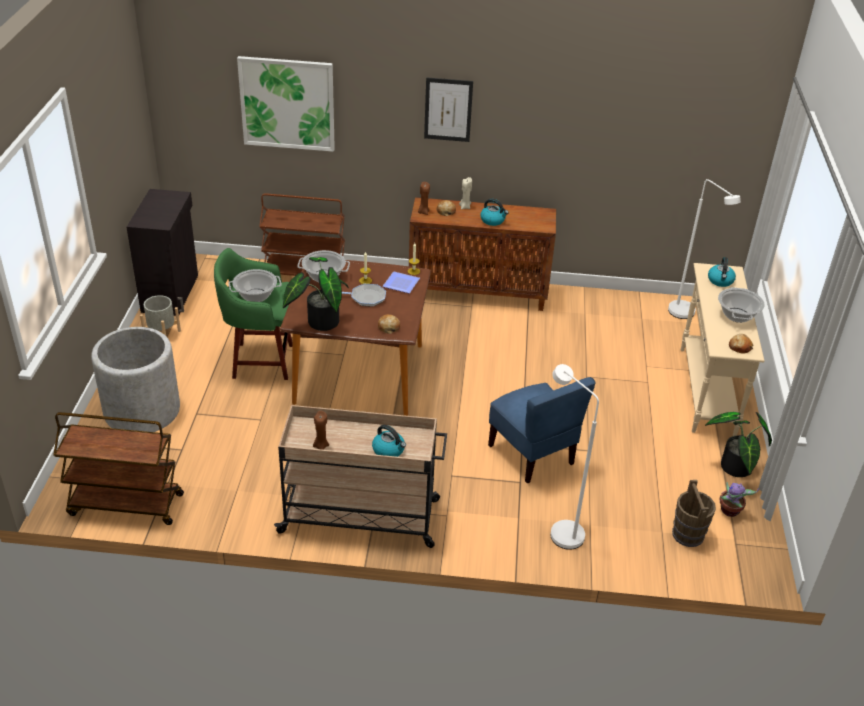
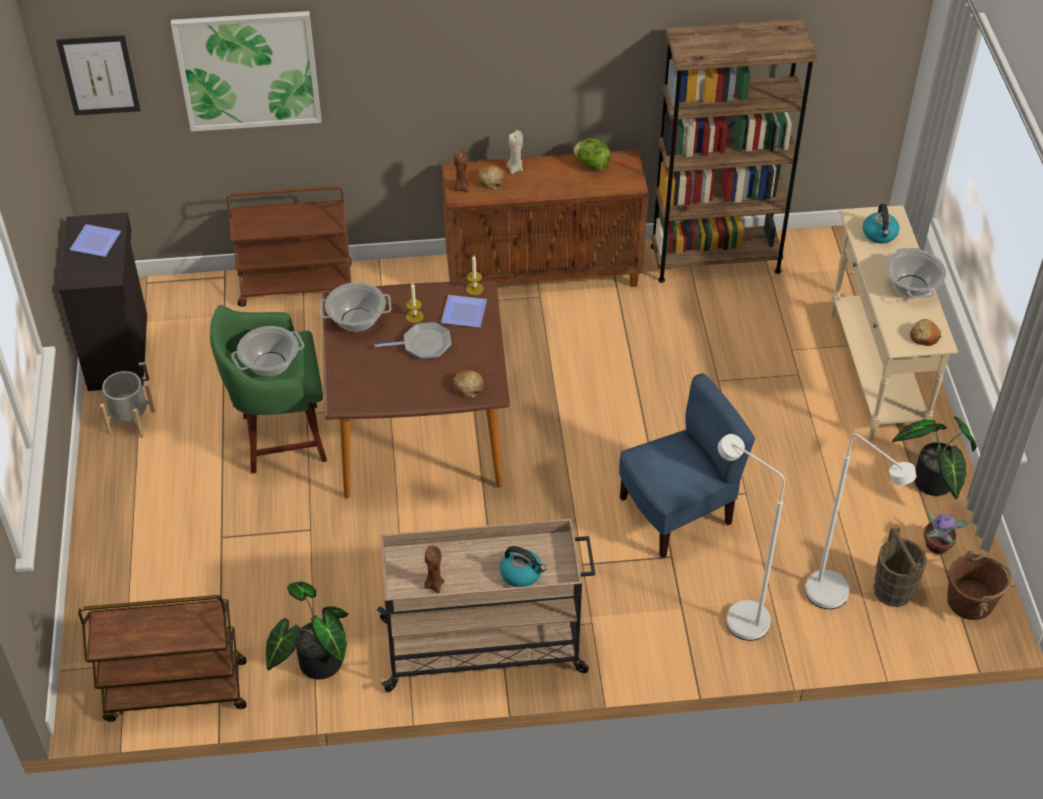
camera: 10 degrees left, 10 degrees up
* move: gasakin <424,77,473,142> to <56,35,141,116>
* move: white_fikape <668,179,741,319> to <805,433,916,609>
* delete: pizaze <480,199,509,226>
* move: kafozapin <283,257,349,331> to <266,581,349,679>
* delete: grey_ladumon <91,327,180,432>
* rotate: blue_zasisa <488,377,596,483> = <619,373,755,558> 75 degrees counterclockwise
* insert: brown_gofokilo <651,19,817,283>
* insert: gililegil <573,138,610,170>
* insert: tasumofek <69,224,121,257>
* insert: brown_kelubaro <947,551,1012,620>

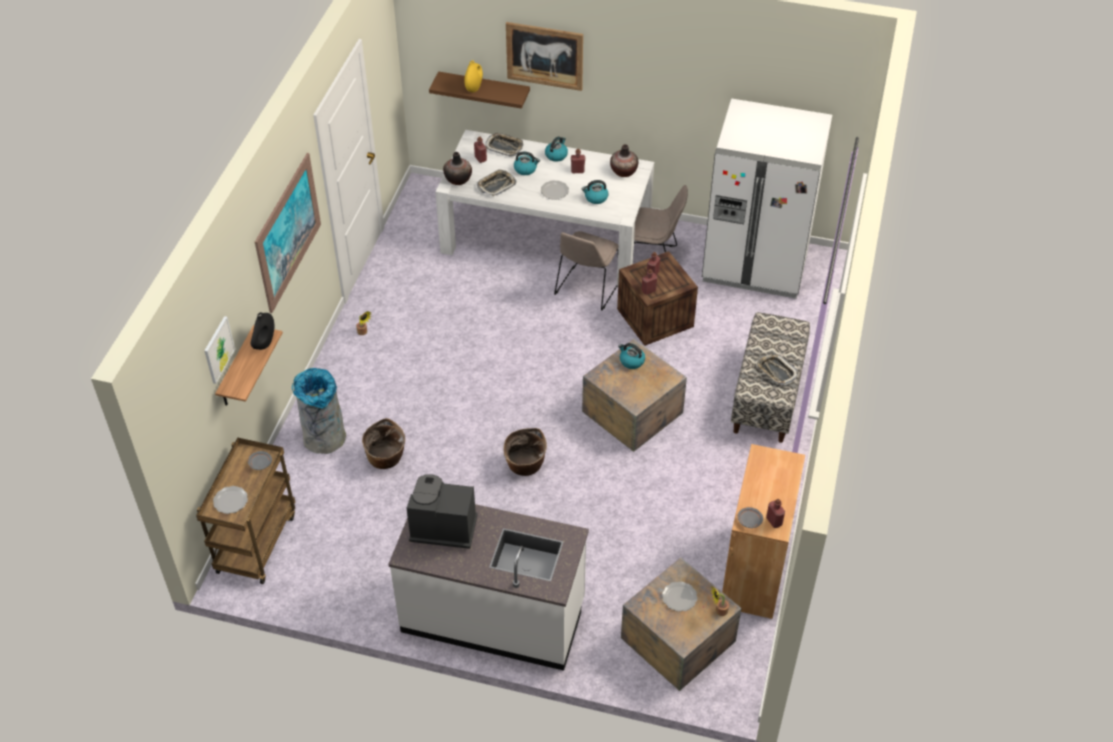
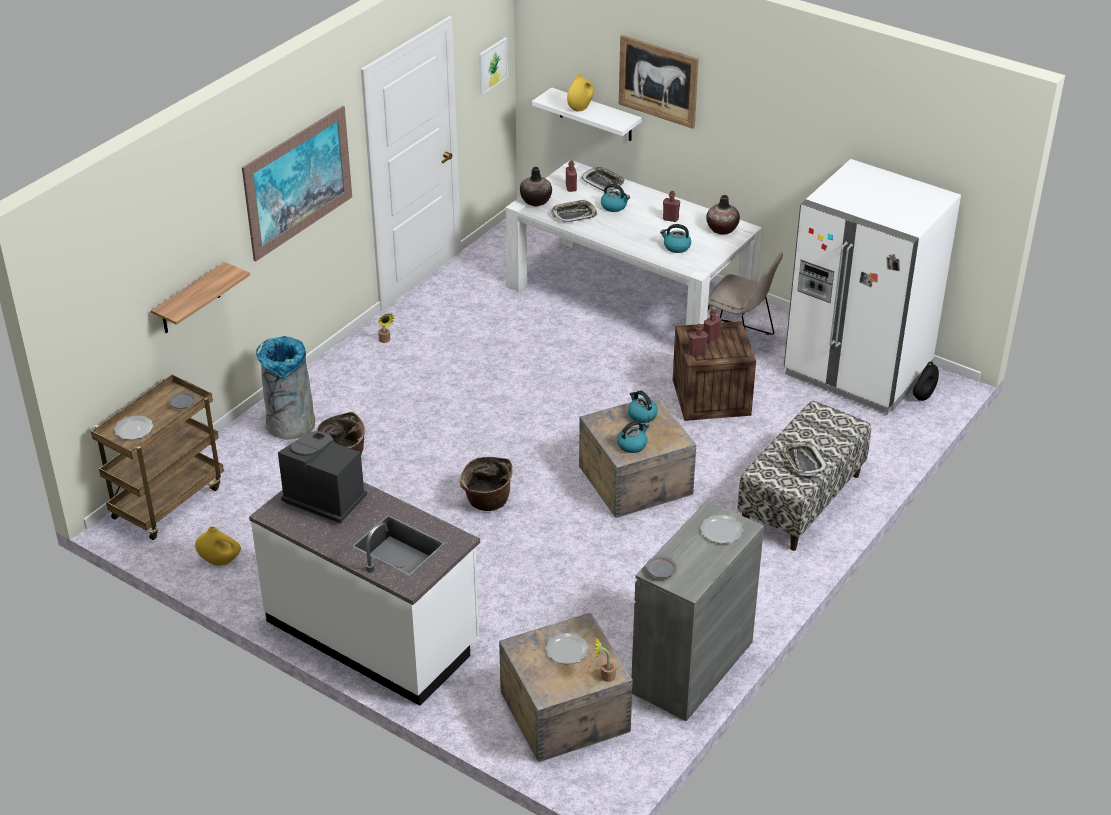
camera: 20 degrees right, 10 degrees down
* recolor: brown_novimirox <429,71,530,109> to white_novimirox <532,88,642,141>
* move: pizaze <545,137,568,162> to <617,421,649,453>
* move: tasumofek <541,181,569,199> to <700,515,743,544>
* delete: beige_zasisa <554,231,619,310>
* move: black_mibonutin <251,312,274,350> to <913,362,939,401>
* move: gasakin <204,316,235,384> to <479,38,508,94>
* recolor: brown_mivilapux <722,444,805,619> to grey_mivilapux <631,501,764,721>
* delete: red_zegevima <766,499,785,528>
* insert: yellow_mibonutin <195,527,241,566>

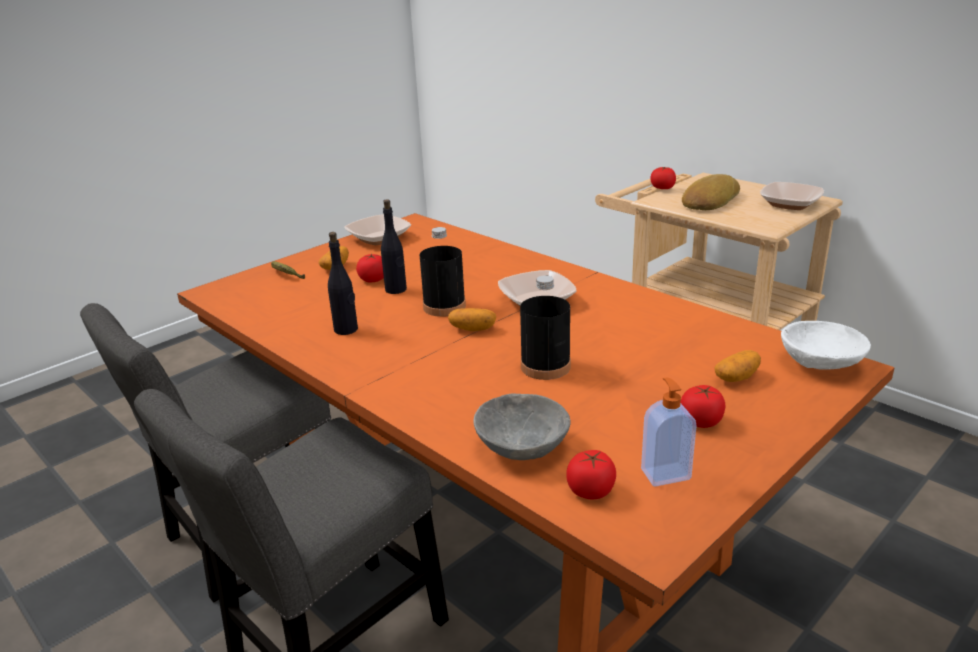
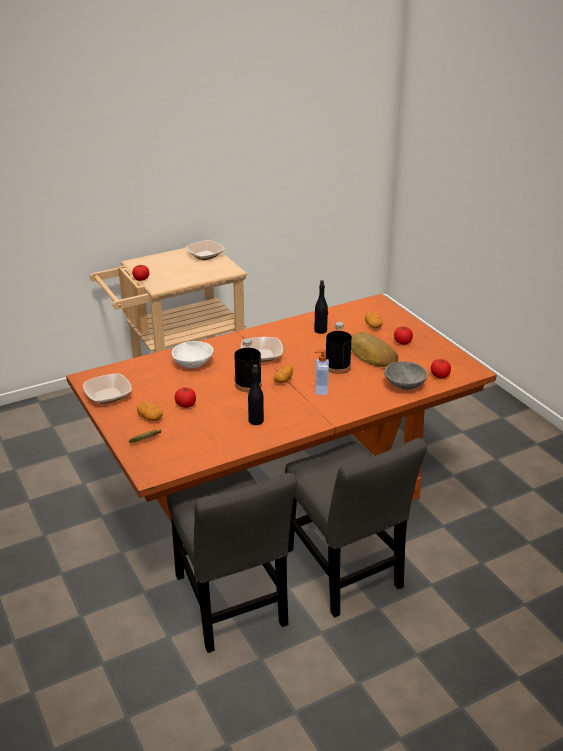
camera: 75 degrees left, 5 degrees up
* move: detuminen <682,174,740,210> to <351,332,398,367>
* move: black_zegevima <381,199,407,294> to <314,280,328,334>
* move: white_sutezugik <781,321,871,370> to <172,341,214,368>
* move: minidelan <641,378,697,486> to <315,350,329,395>

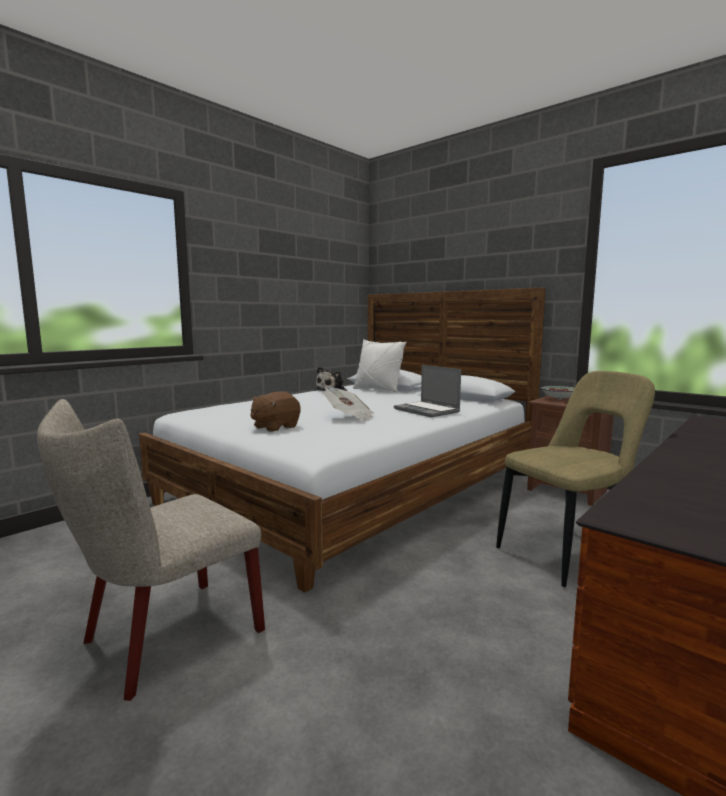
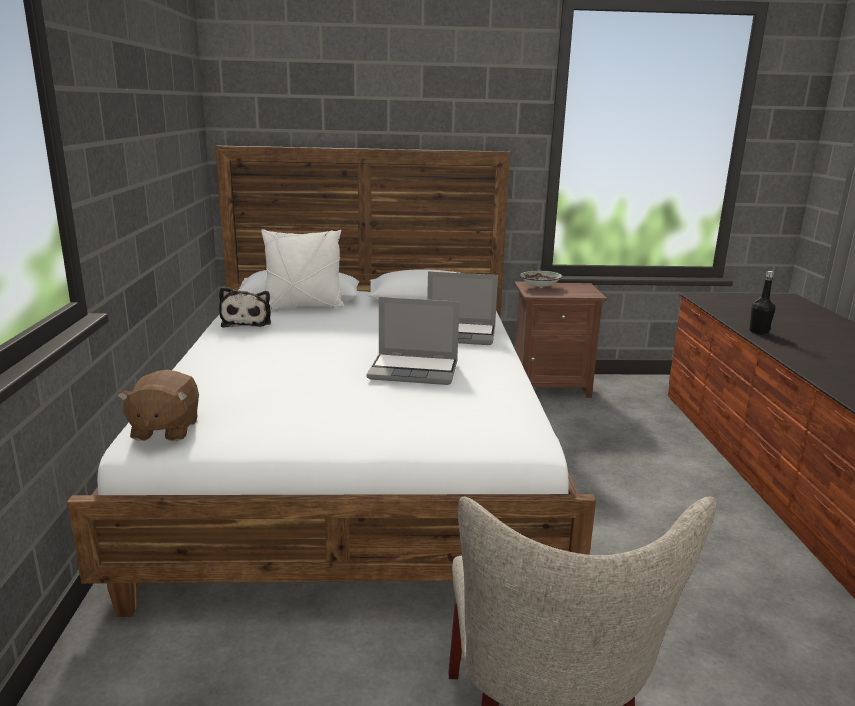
camera: 45 degrees left, 10 degrees up
* delete: beige_zasisa <496,371,655,587>
* replace: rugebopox <323,386,374,421> to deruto <367,297,460,385>
* move: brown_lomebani <251,391,301,432> to <117,370,199,441>
* insert: black_zegevima <749,271,775,334>

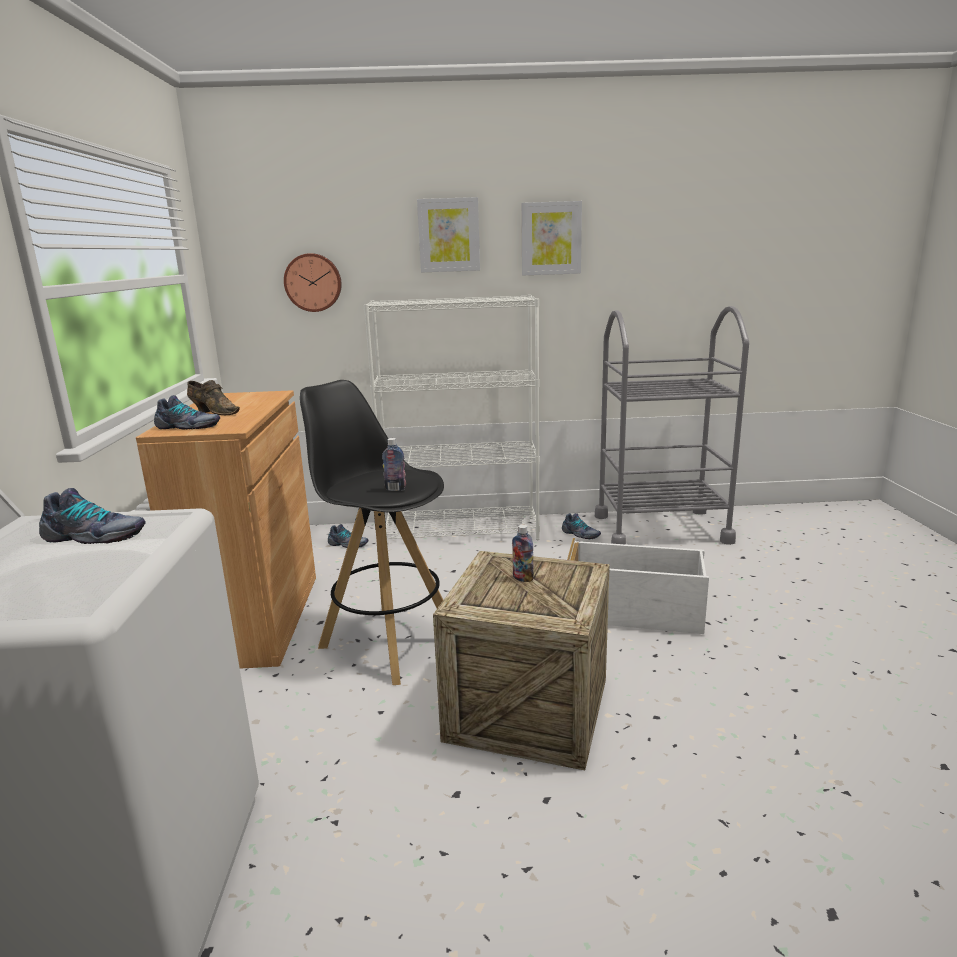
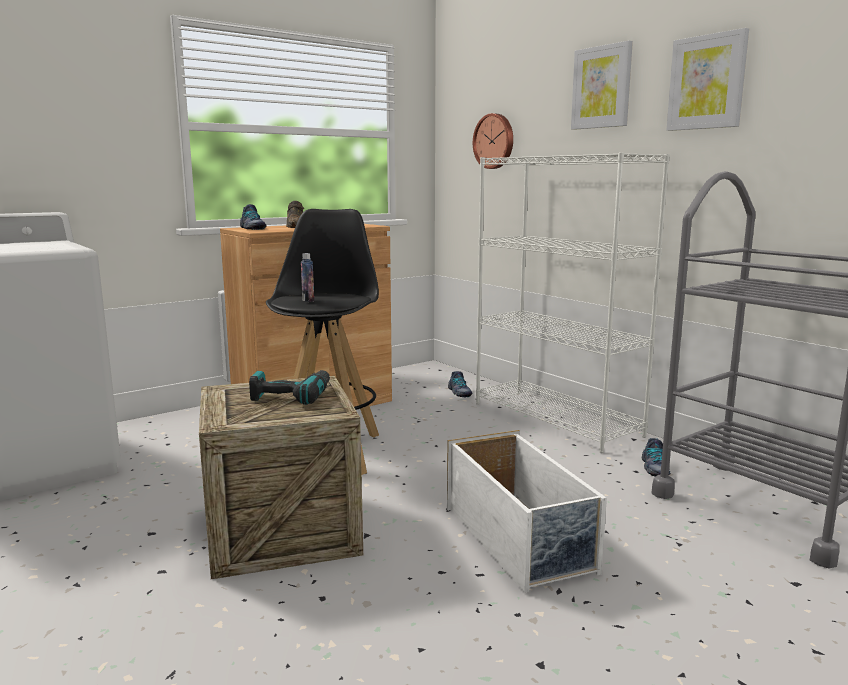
camera: 55 degrees right, 5 degrees down
* delete: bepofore <39,488,146,544>
* replace: zegevima <512,525,534,582> to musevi <249,370,330,405>

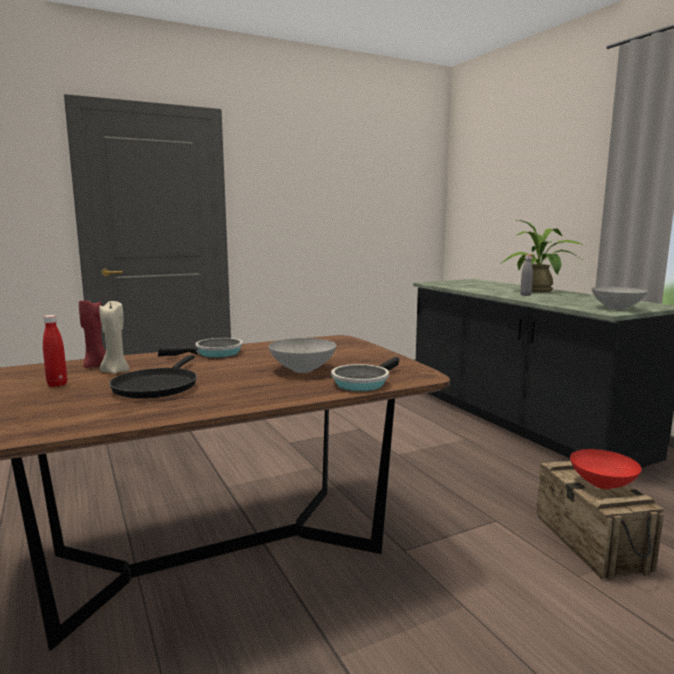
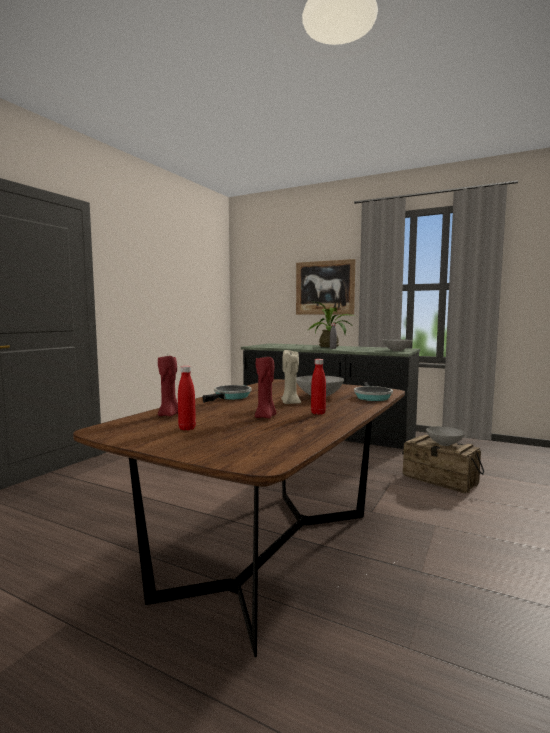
camera: 35 degrees left, 5 degrees down
* move: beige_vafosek <99,301,130,374> to <281,350,301,404>
* replace: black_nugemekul <109,355,197,399> to red_vafosek <255,357,277,418>
* recolor: red_sutezugik <570,449,642,489> to grey_sutezugik <426,426,465,446>
* insert: gasakin <296,259,355,314>
* insert: red_zegevima <311,359,326,415>

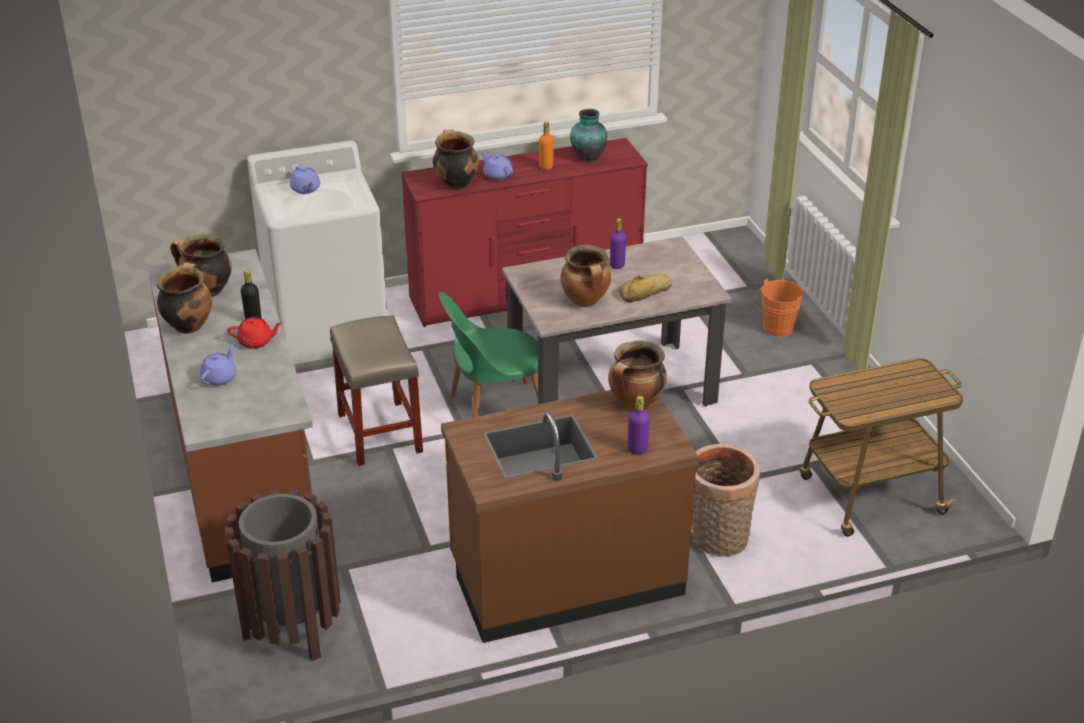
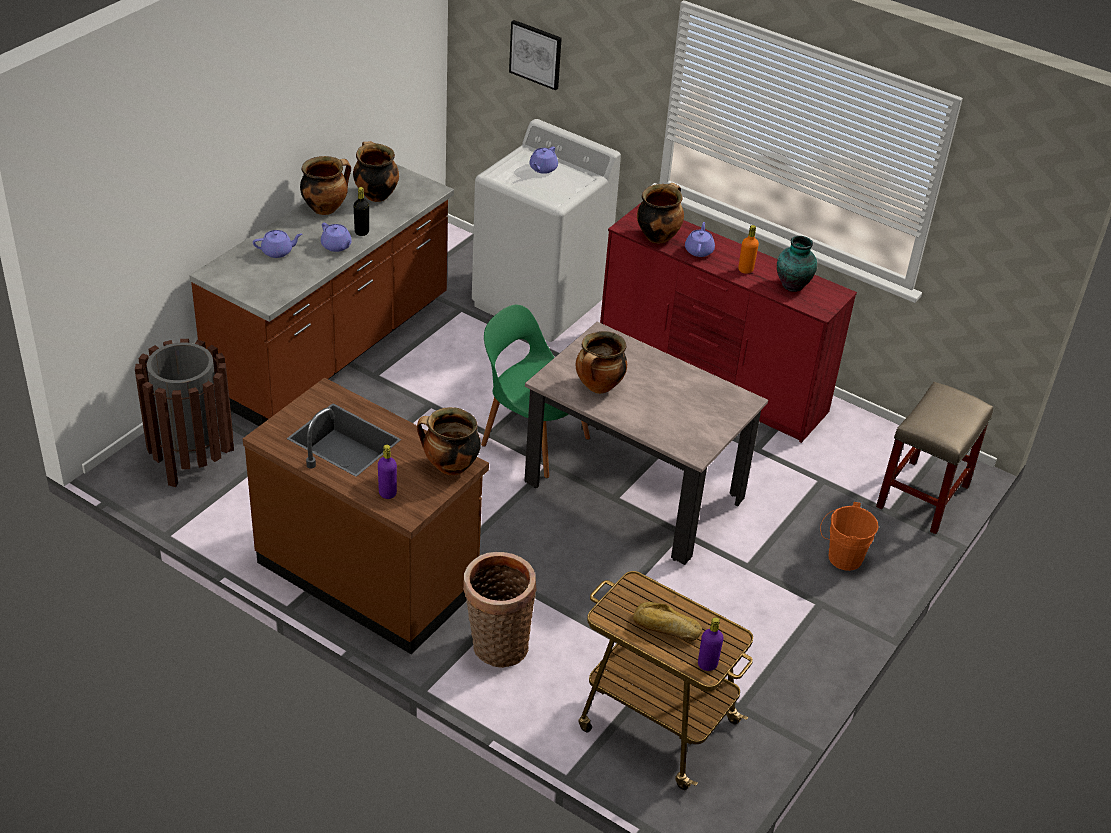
camera: 50 degrees right, 5 degrees up
* move: purple_zegevima <610,218,626,269> to <698,617,724,671>
* move: detuminen <619,274,672,302> to <633,602,702,641>
* move: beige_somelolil <330,315,423,466> to <876,382,993,534>
* recolor: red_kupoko <227,317,283,349> to purple_kupoko <321,223,352,252>
* insert: gasakin <509,20,562,90>

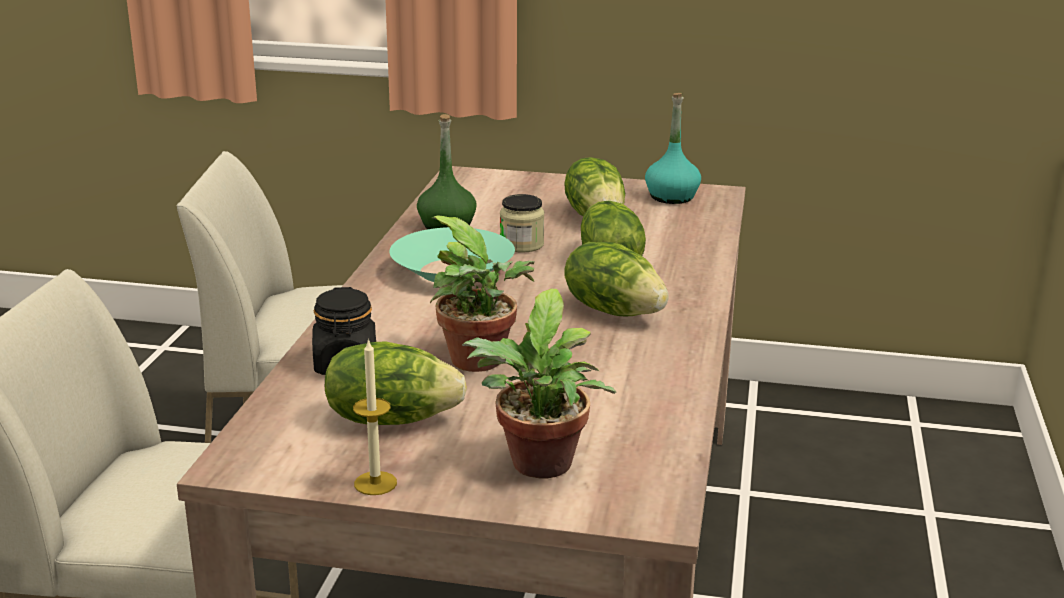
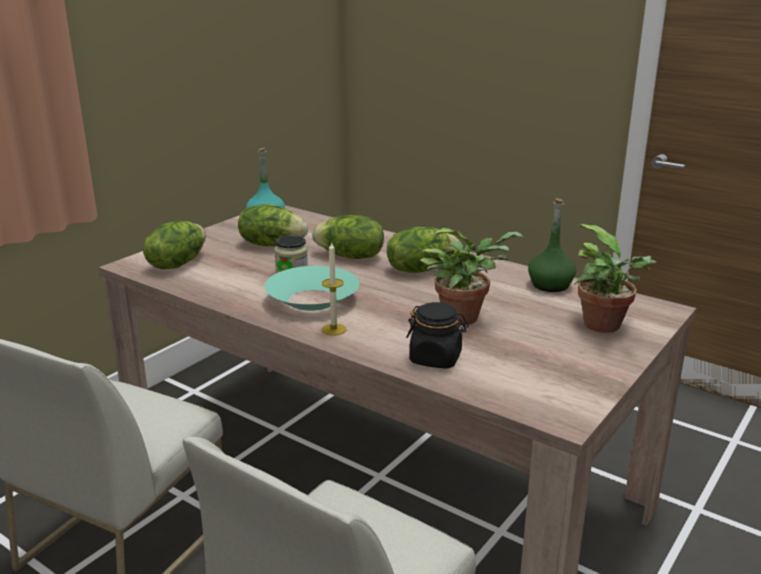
camera: 65 degrees left, 0 degrees up
* move: green_zegevima <417,114,477,229> to <528,198,576,292>
* move: vafosek <353,339,397,495> to <322,243,347,336>
* move: gililegil <325,341,467,425> to <143,221,206,269>

